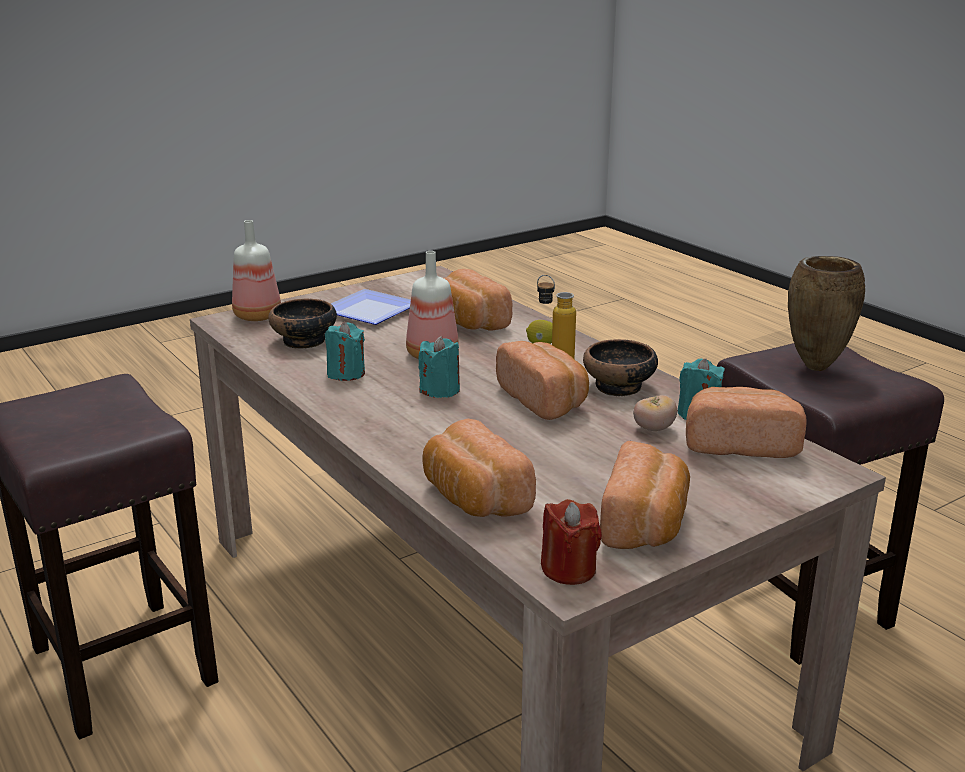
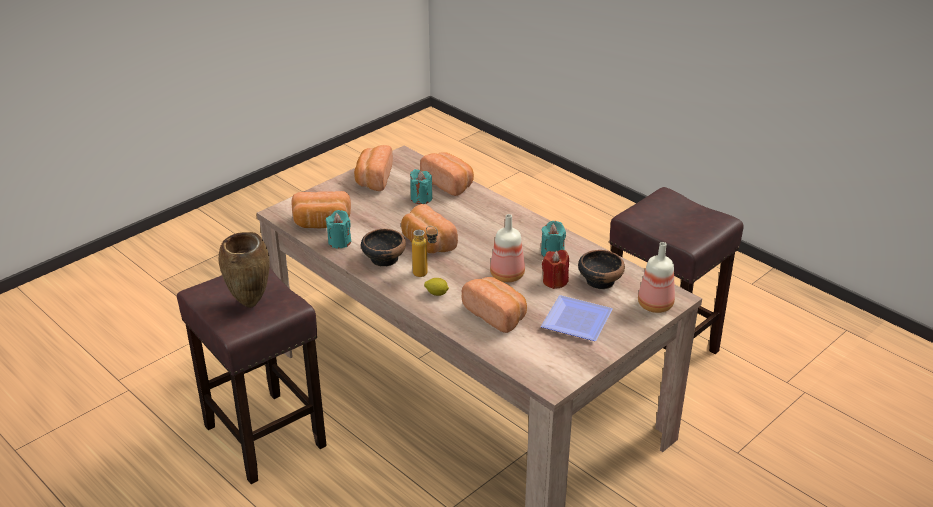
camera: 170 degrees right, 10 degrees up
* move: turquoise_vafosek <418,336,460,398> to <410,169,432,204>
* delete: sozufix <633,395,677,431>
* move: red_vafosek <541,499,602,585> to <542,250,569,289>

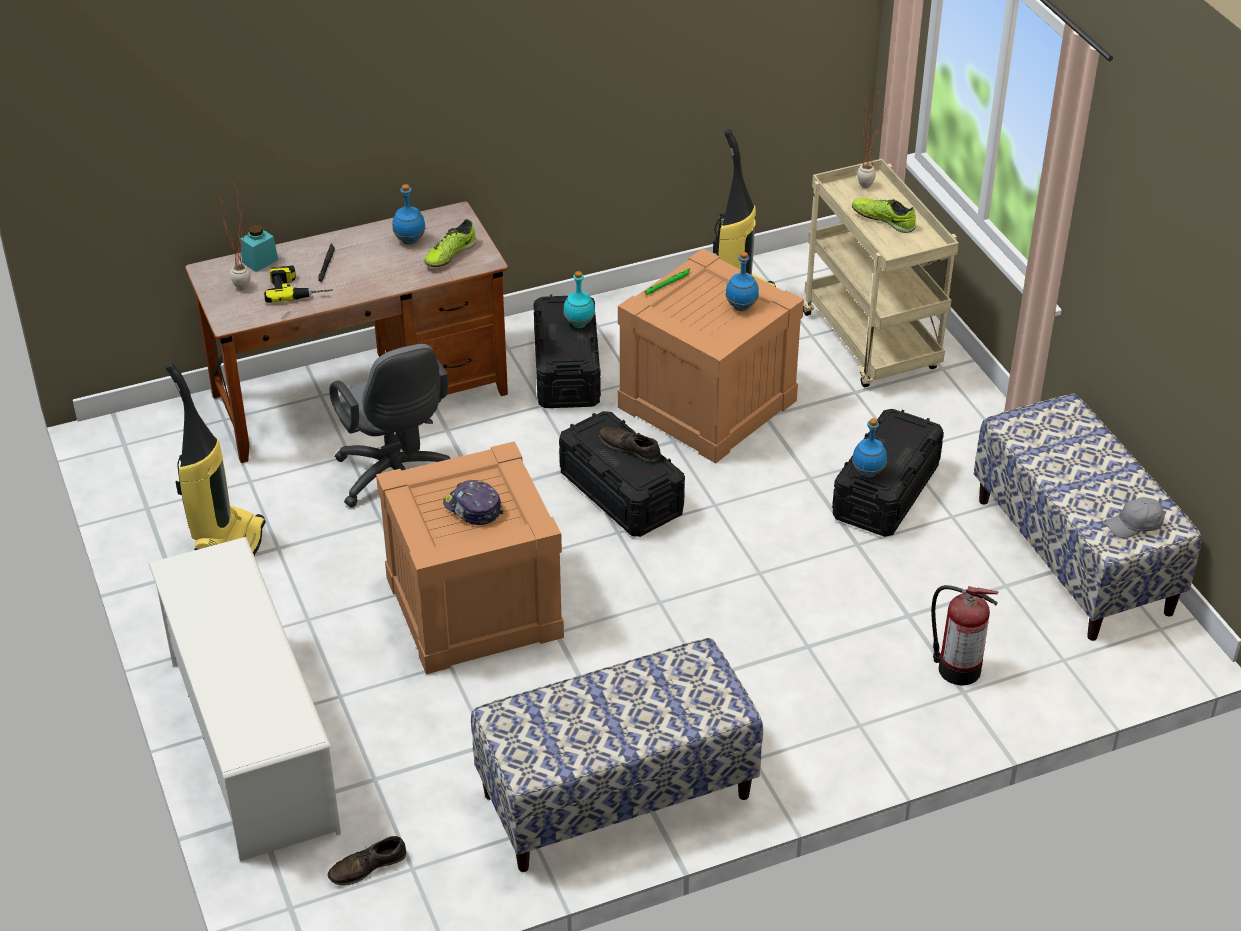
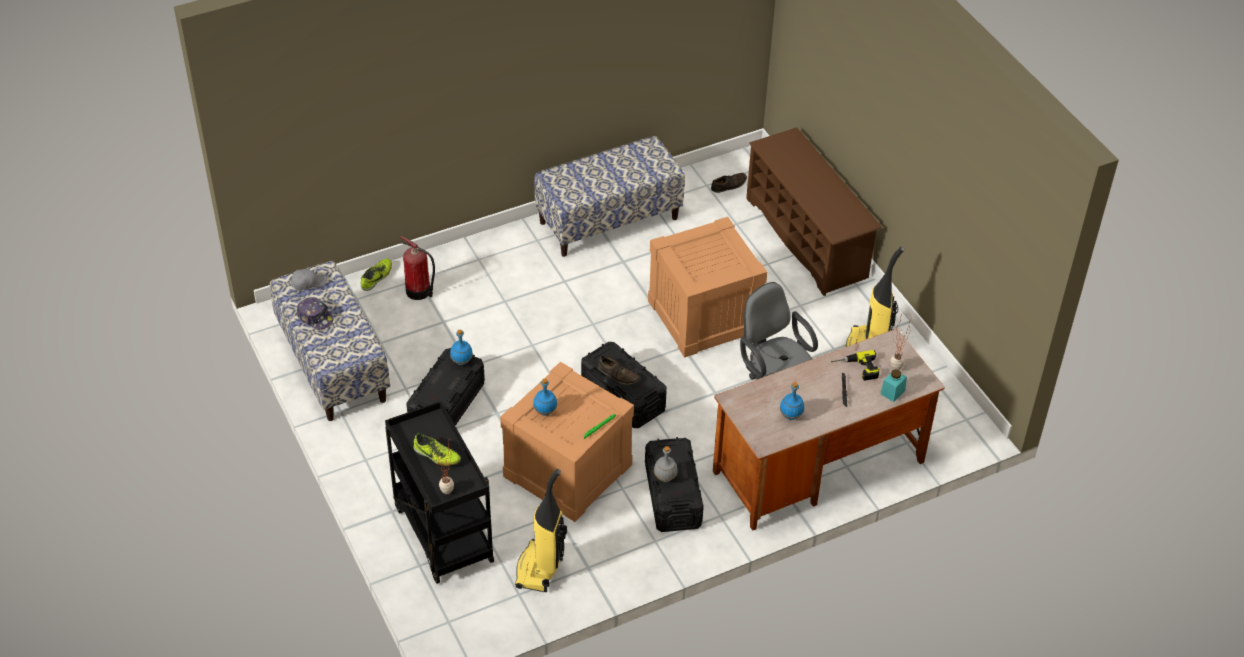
camera: 175 degrees right, 5 degrees up
* recolor: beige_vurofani <803,159,959,387> to black_vurofani <385,401,494,584>
* move: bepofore <424,219,476,267> to <361,258,392,291>
* recolor: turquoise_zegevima <563,271,595,328> to grey_zegevima <654,446,678,482>
* move: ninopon <443,480,504,525> to <296,297,333,329>
* recolor: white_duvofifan <149,537,341,861> to brown_duvofifan <746,127,882,296>

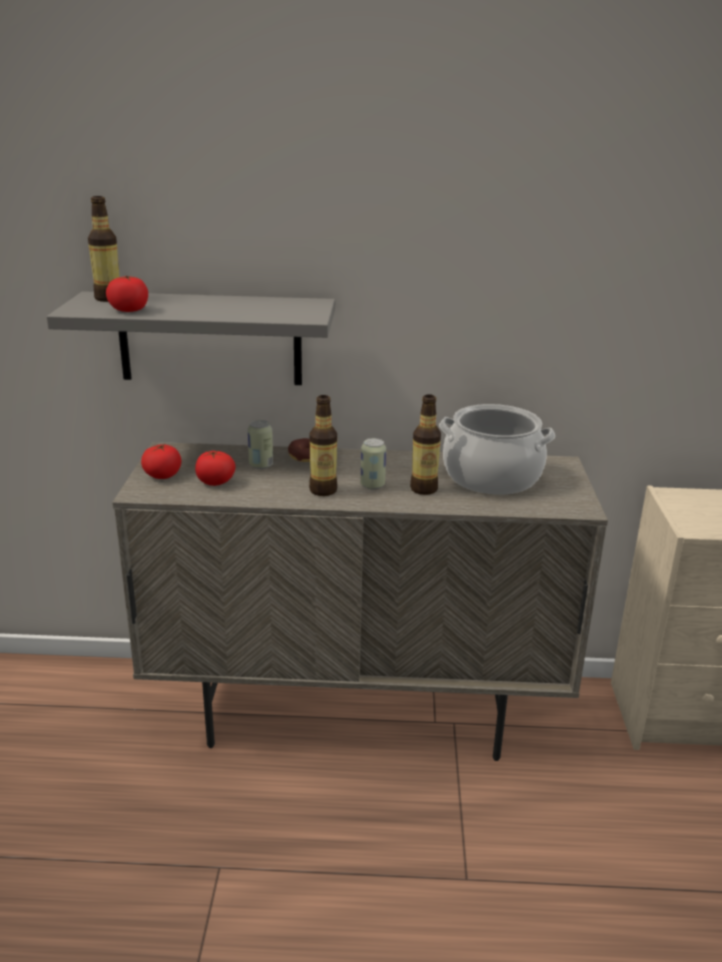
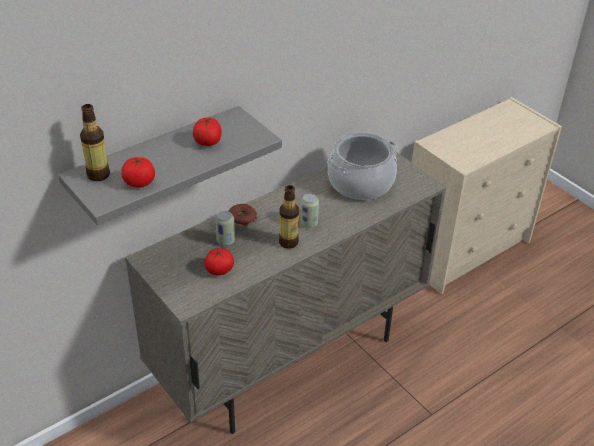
camera: 40 degrees left, 15 degrees up
* delete: zegevima <410,394,441,495>
* move: sozufix <141,444,182,479> to <193,117,222,146>

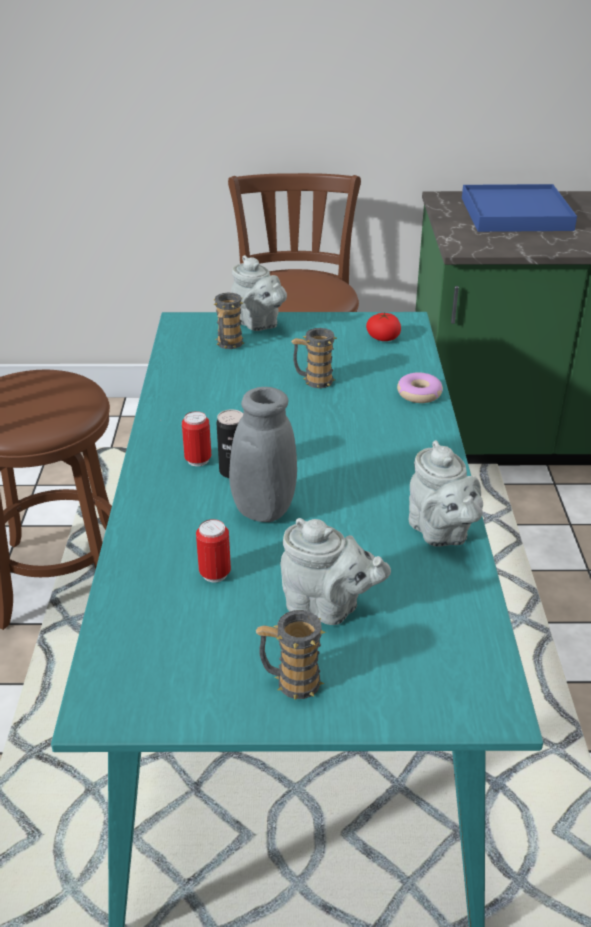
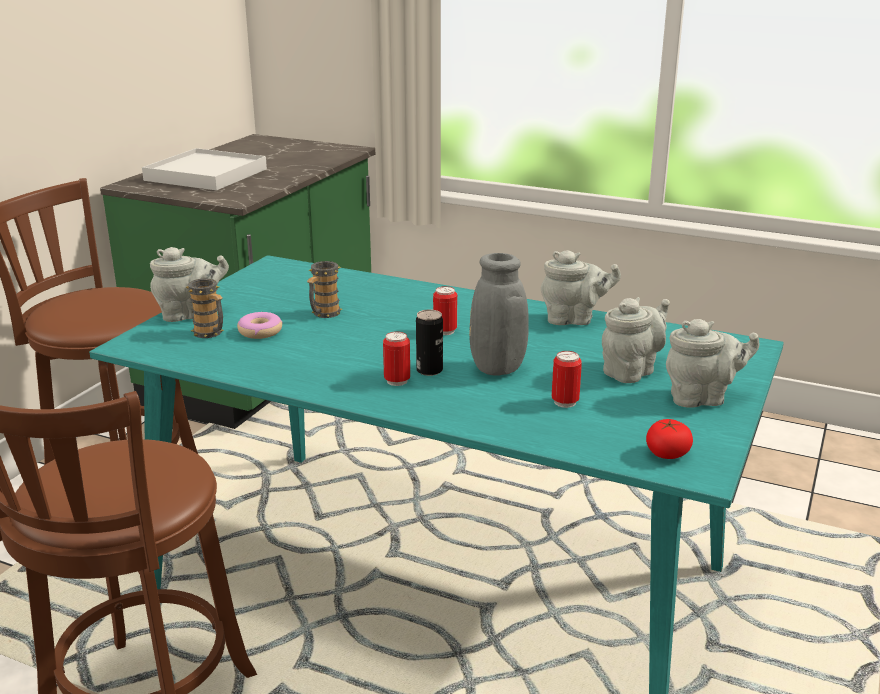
camera: 65 degrees left, 10 degrees down
* recolor: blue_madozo <462,184,577,232> to white_madozo <142,148,267,190>
* move: sozufix <366,312,401,341> to <646,419,693,459>
* move: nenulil <397,373,443,403> to <237,312,283,339>
* replace: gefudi <256,610,326,700> to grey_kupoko <666,319,760,408>
* insert: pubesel <433,286,457,335>

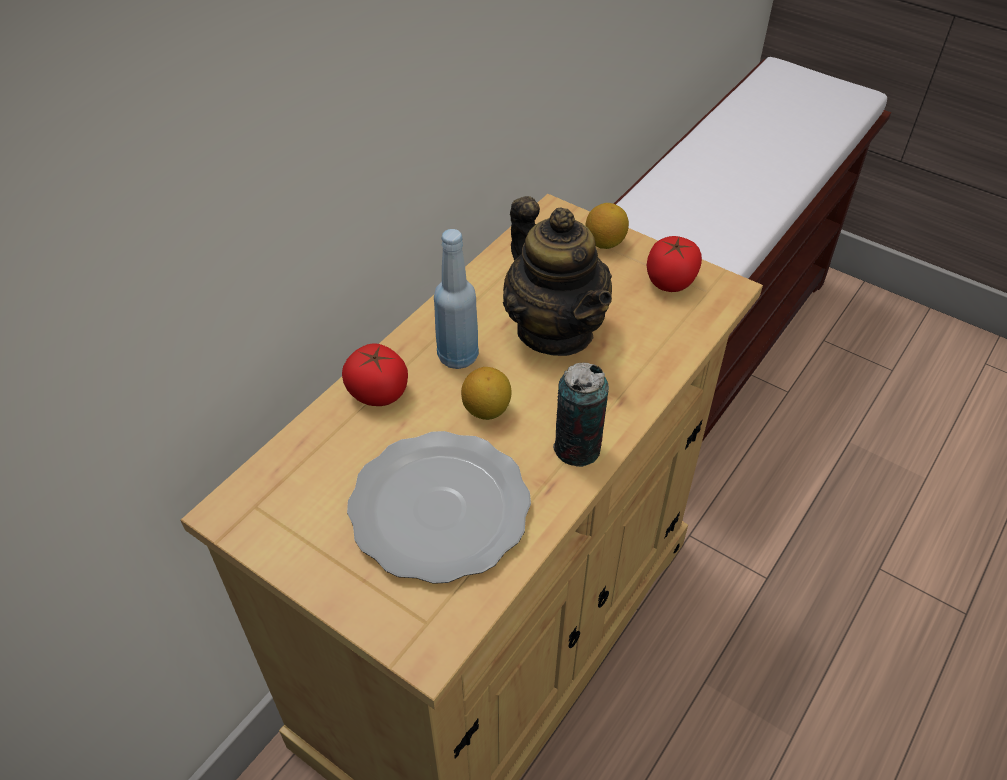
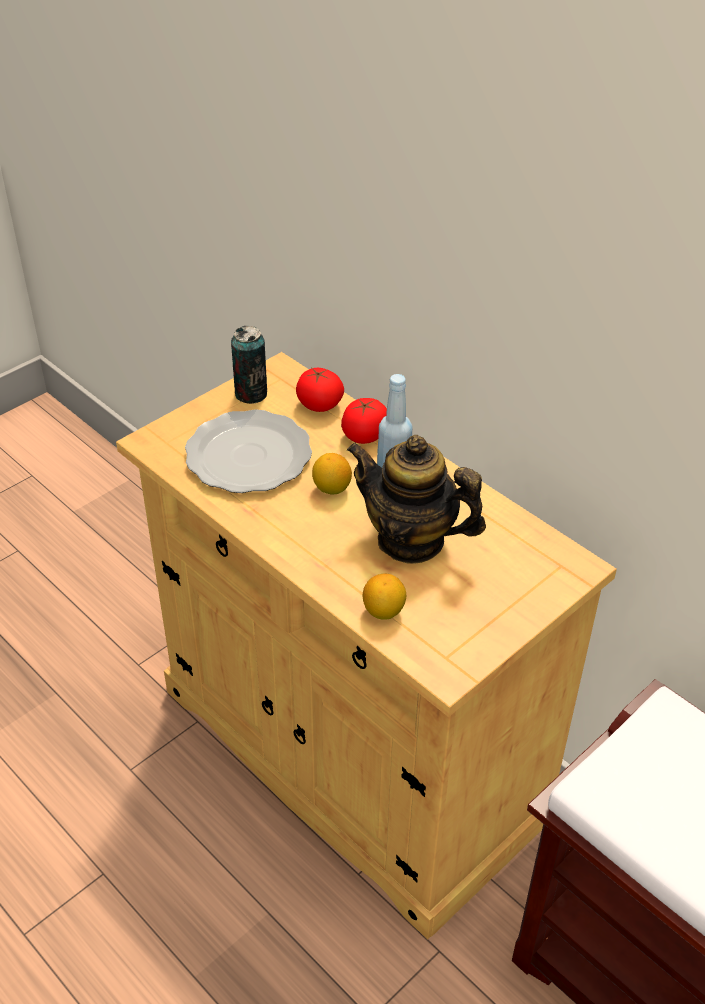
camera: 100 degrees right, 5 degrees down
* rotate: kupoko <503,196,612,356> = <346,435,486,564> 45 degrees clockwise
* move: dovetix <585,203,629,249> to <363,574,406,620>
* move: sozufix <647,236,702,292> to <296,368,344,412>
* move: pubesel <553,363,609,467> to <231,326,267,404>

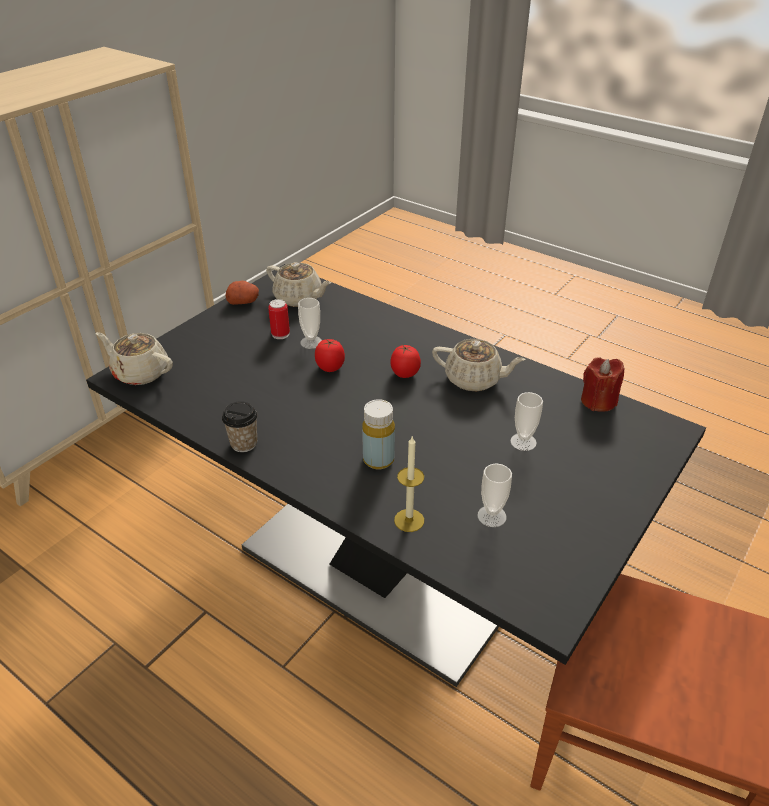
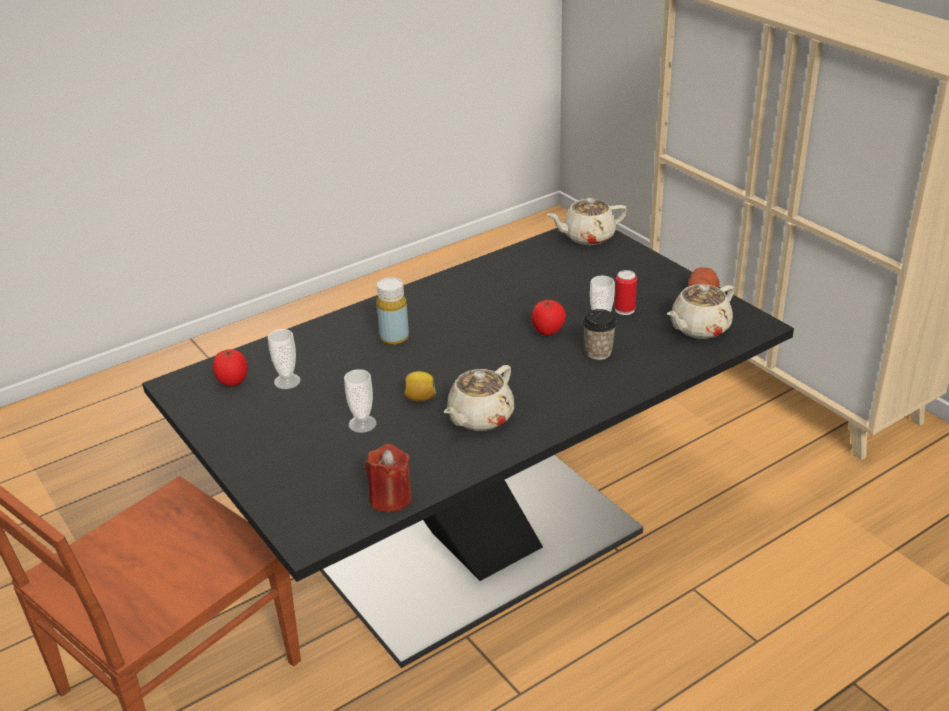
camera: 110 degrees right, 5 degrees down
* rotate: beige_kupoko <96,332,173,385> = <547,198,628,245> 150 degrees counterclockwise
* move: sozufix <390,345,421,378> to <213,349,248,387>
* move: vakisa <222,401,258,452> to <582,309,617,360>
* delete: vafosek <394,435,424,532>
* insert: dovetix <405,371,436,401>

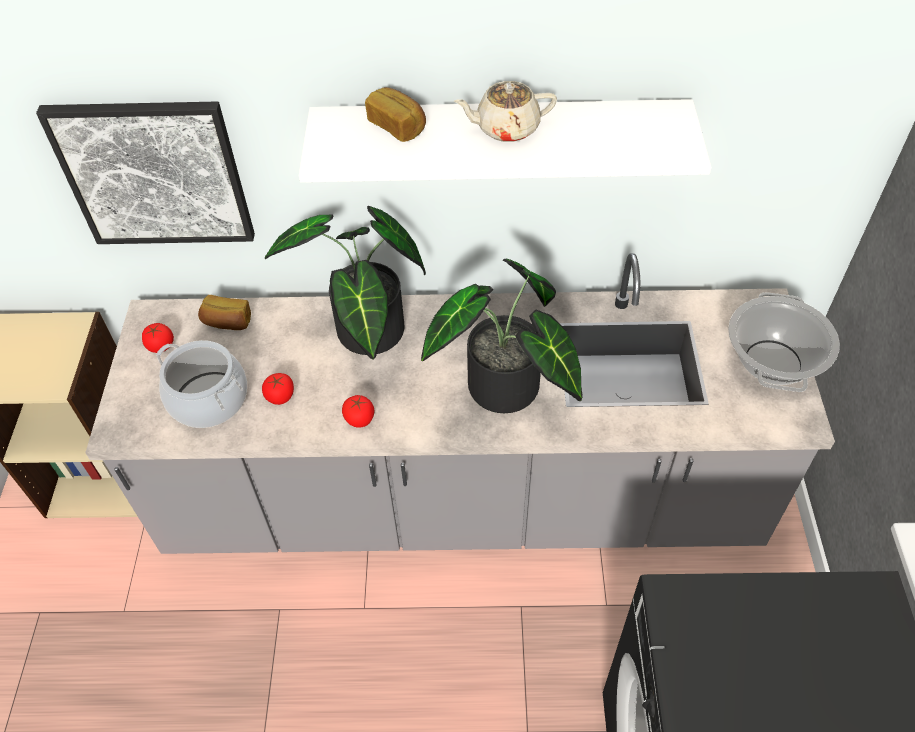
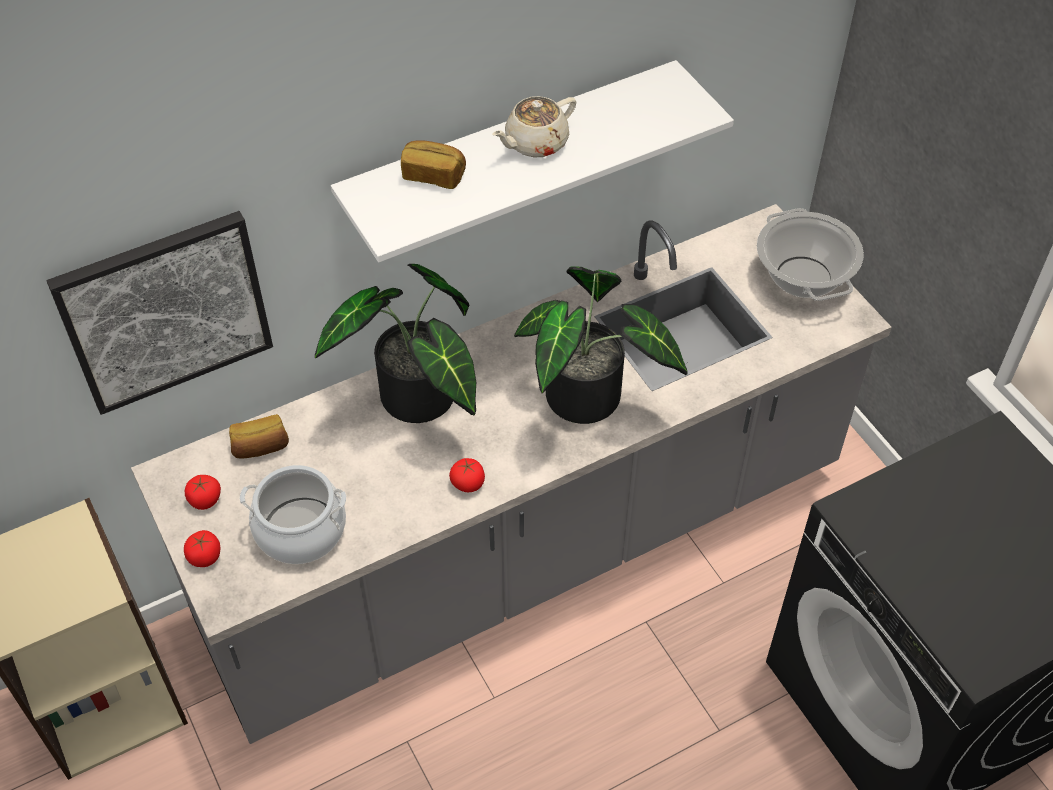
camera: 30 degrees left, 0 degrees up
* move: sozufix <262,373,294,405> to <184,530,221,567>

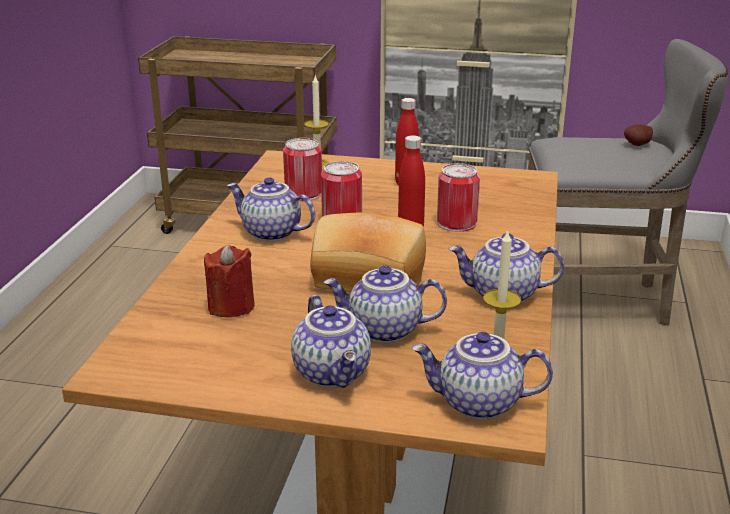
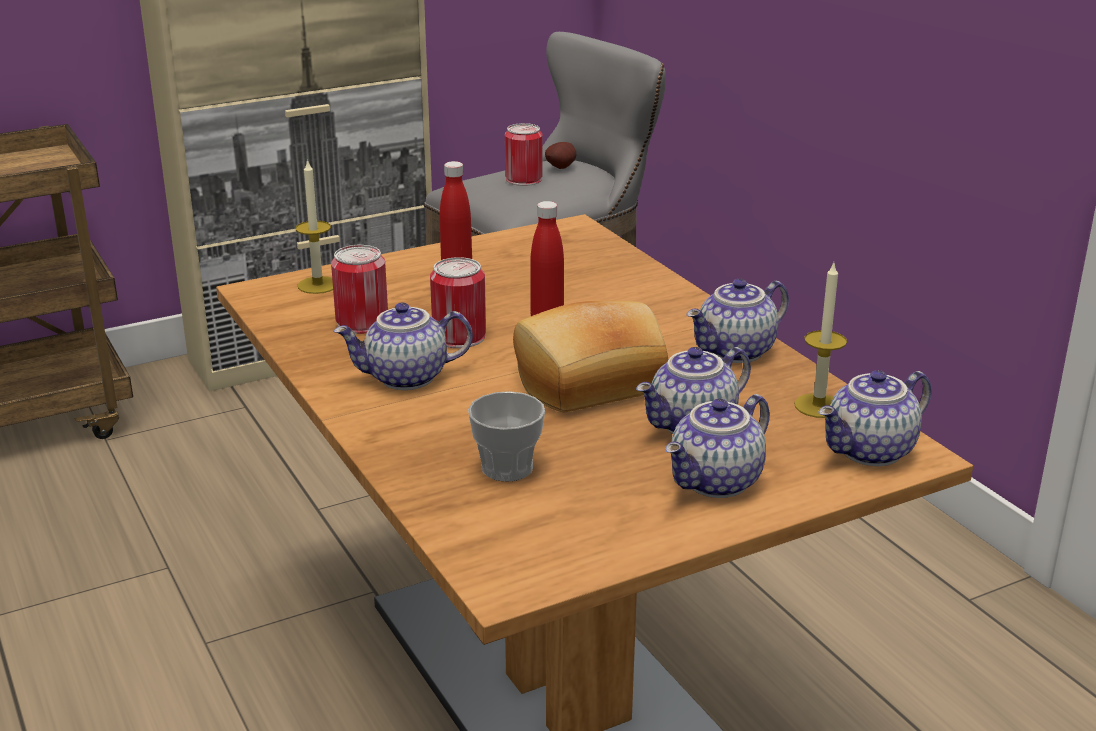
camera: 40 degrees left, 0 degrees up
* move: pubesel <437,163,480,232> to <505,123,543,186>
* replace: red_vafosek <204,244,255,318> to vakisa <468,391,545,482>
* rotate: kupoko <291,295,371,388> = <665,394,770,498> 105 degrees clockwise

